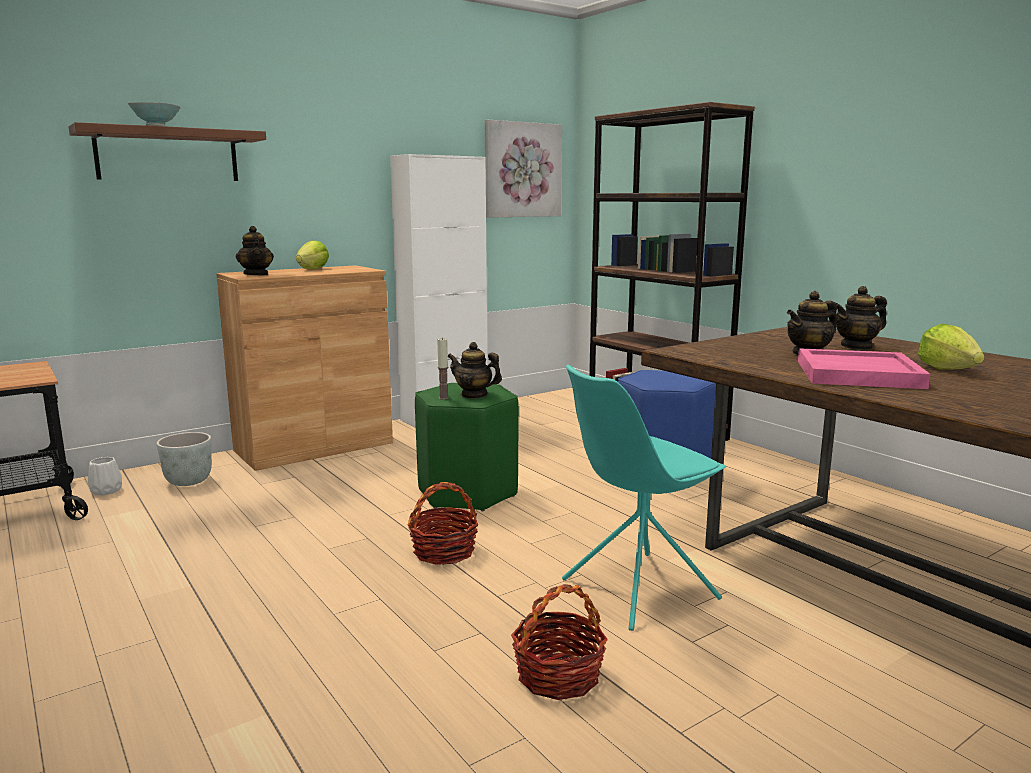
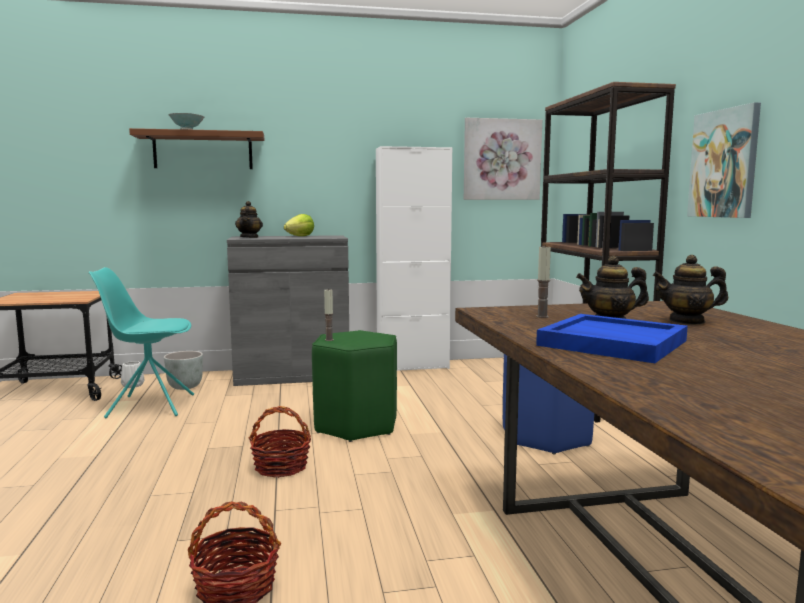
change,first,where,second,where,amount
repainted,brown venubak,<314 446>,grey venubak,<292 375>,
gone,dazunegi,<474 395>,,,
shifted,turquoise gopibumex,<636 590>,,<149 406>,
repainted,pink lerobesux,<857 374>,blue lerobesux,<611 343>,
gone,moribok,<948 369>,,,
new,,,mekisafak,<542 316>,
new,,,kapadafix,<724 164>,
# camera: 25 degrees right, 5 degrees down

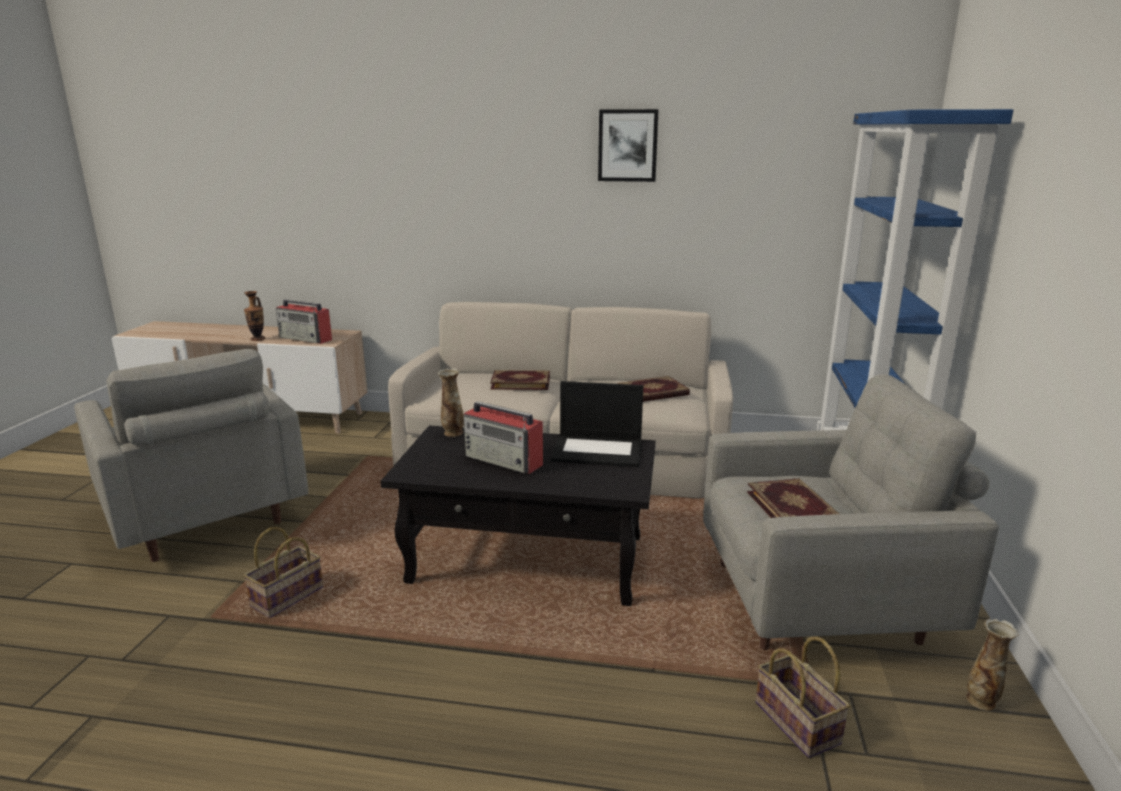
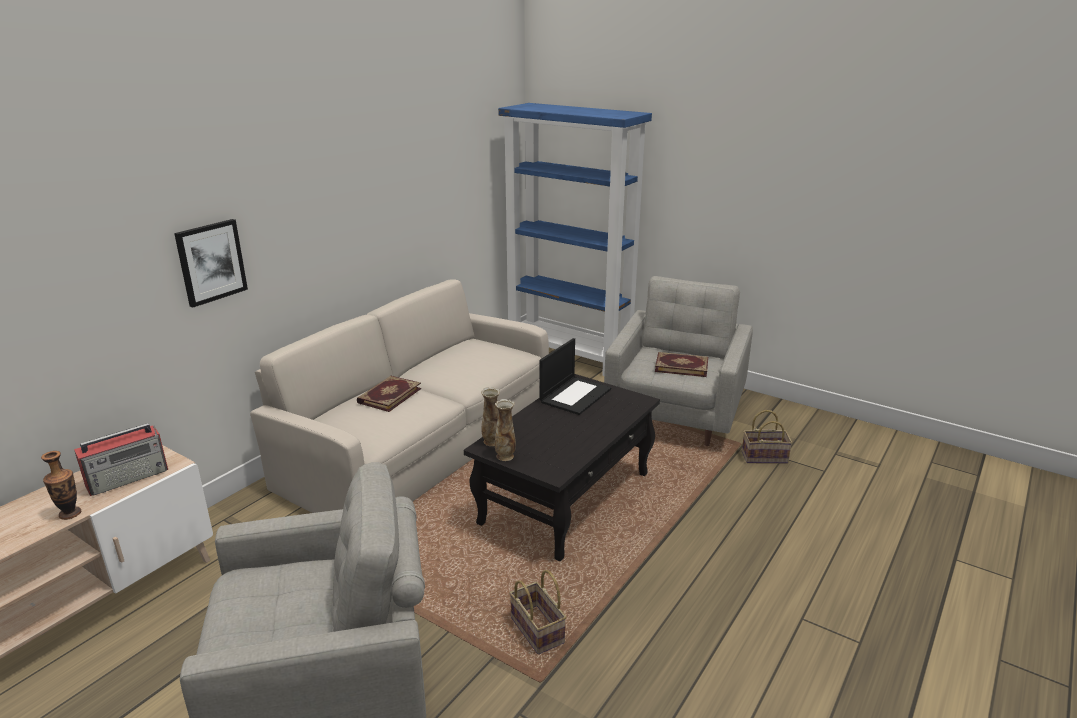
change,first,where,second,where,amount
gone,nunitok,<504 460>,,,
shifted,kapadafix,<627 145>,,<211 262>,
gone,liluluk,<653 393>,,,
shifted,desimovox,<981 701>,,<505 456>,
# camera: 65 degrees left, 5 degrees up

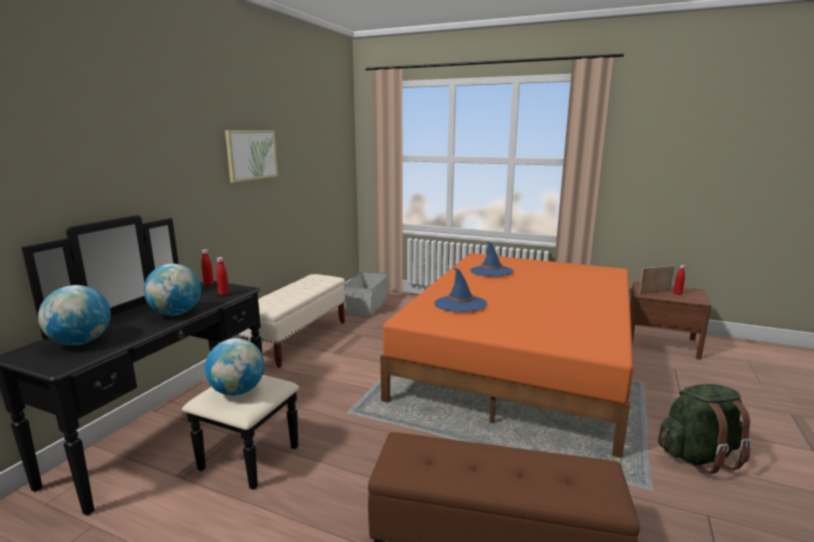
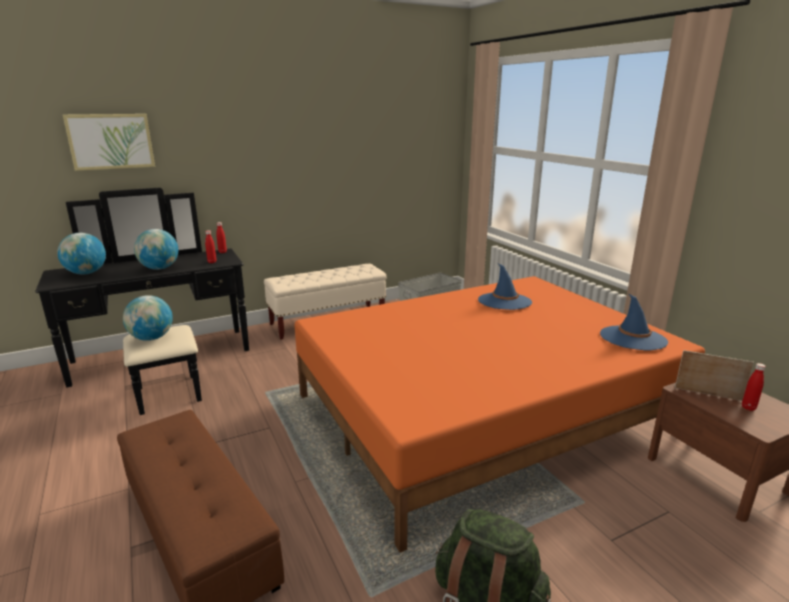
change,first,where,second,where,amount
shifted,kapadafix,<251 155>,,<111 141>,
shifted,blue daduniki,<460 304>,,<632 338>,
# camera: 40 degrees right, 5 degrees up

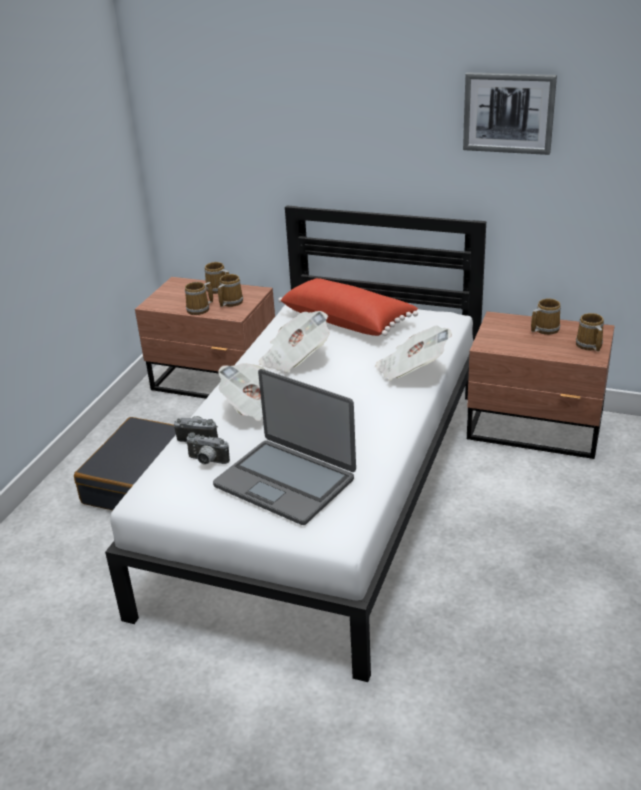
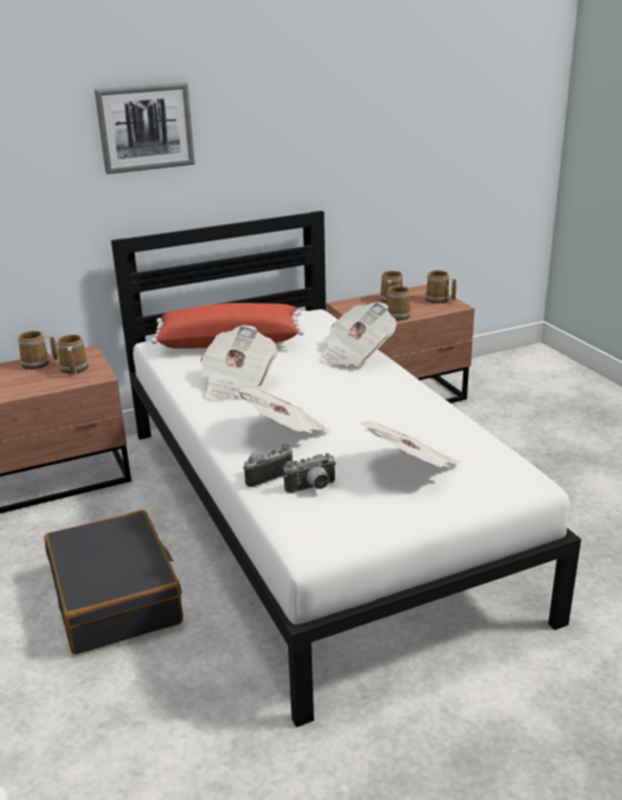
change,first,where,second,where,amount
shifted,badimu,<200 309>,,<398 315>,
swapped,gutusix,<285 481>,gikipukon,<411 468>,
shifted,kapadafix,<508 113>,,<145 127>,
# camera: 45 degrees left, 5 degrees down

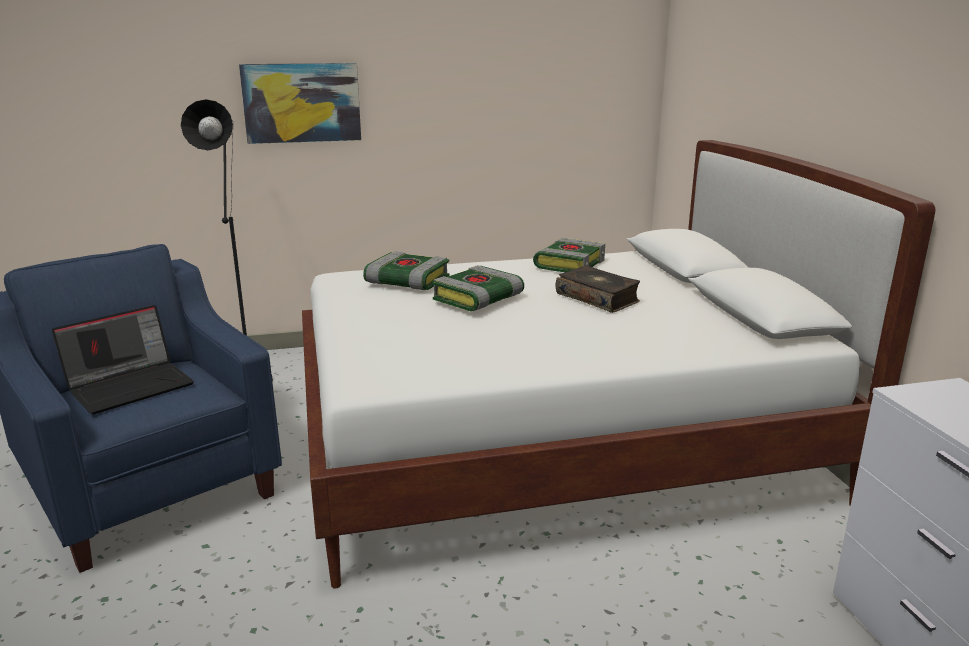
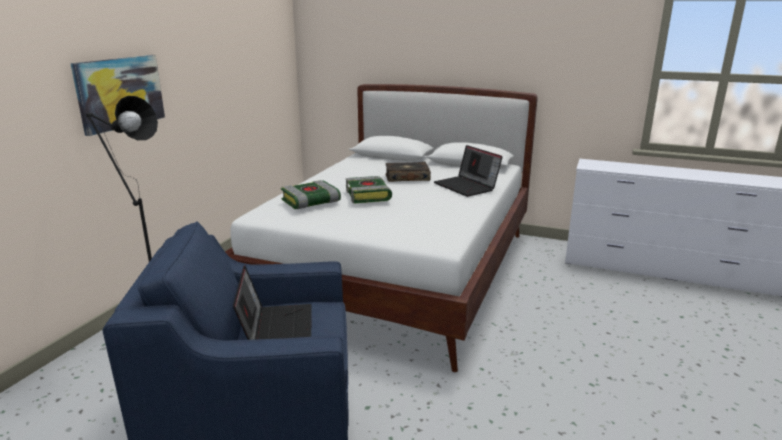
change,first,where,second,where,amount
gone,liluluk,<569 264>,,,
new,,,gutusix,<467 186>,
# camera: 55 degrees left, 0 degrees up

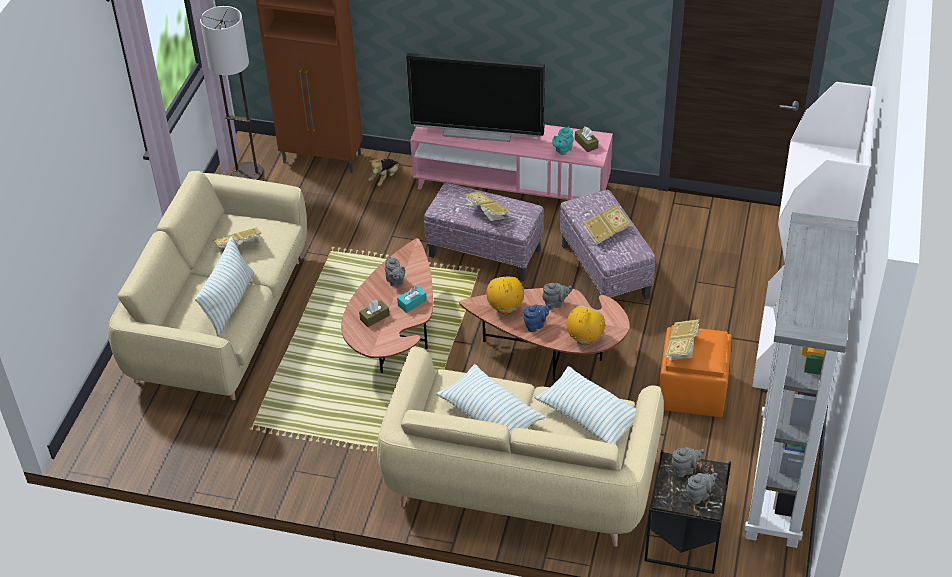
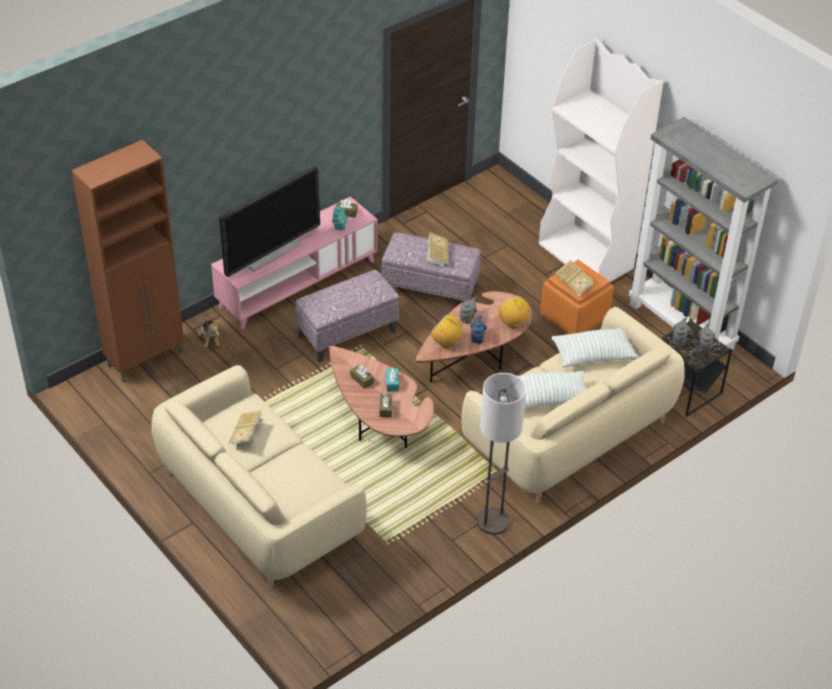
change,first,where,second,where,amount
gone,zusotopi,<229 303>,,,
shifted,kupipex,<247 174>,,<493 522>,
swapped,grey dazunegi,<395 282>,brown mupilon,<362 380>,
gone,liluluk,<486 213>,,,
# camera: 55 degrees left, 0 degrees up

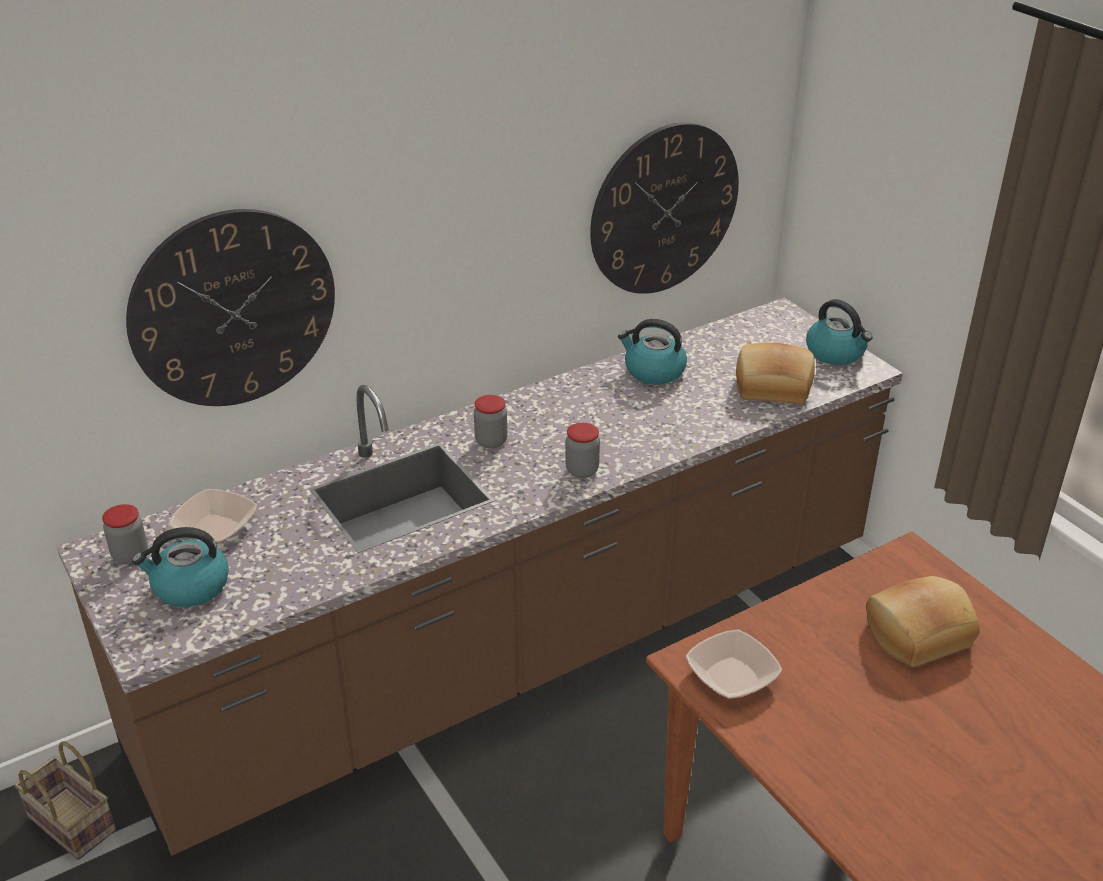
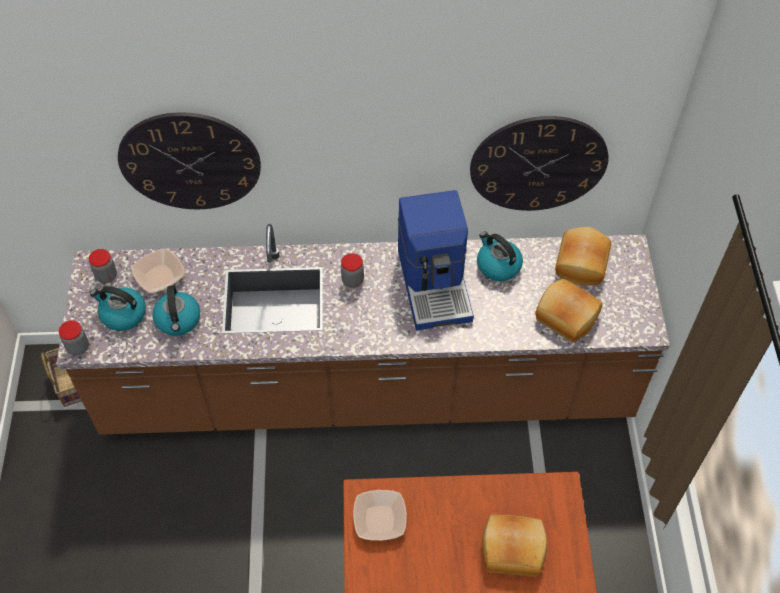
change,first,where,second,where,amount
shifted,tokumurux,<582 470>,,<78 347>,
shifted,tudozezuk,<836 353>,,<178 320>,
new,,,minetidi,<435 284>,
new,,,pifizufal,<579 263>,
# camera: 30 degrees right, 20 degrees up

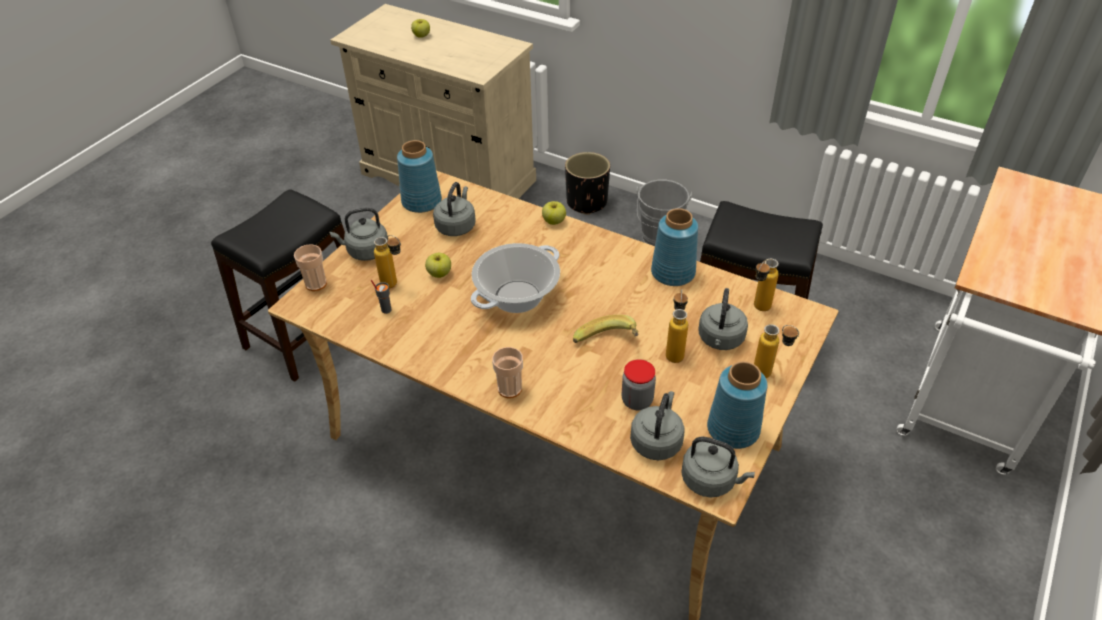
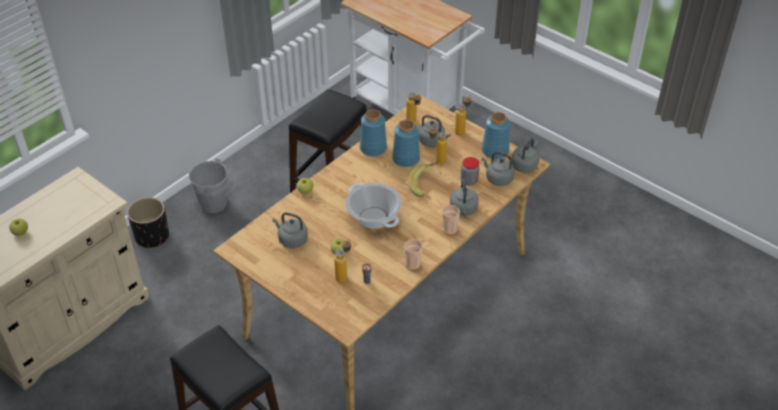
change,first,where,second,where,amount
shifted,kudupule,<316 284>,,<413 265>,
shifted,grey tudozezuk,<365 251>,,<463 210>,
shifted,blue desimovox,<421 202>,,<406 159>,
# camera: 80 degrees left, 0 degrees up

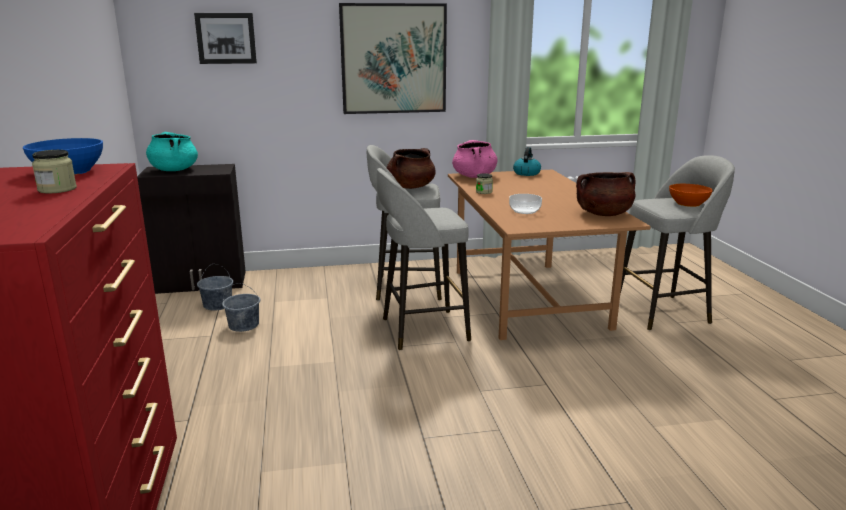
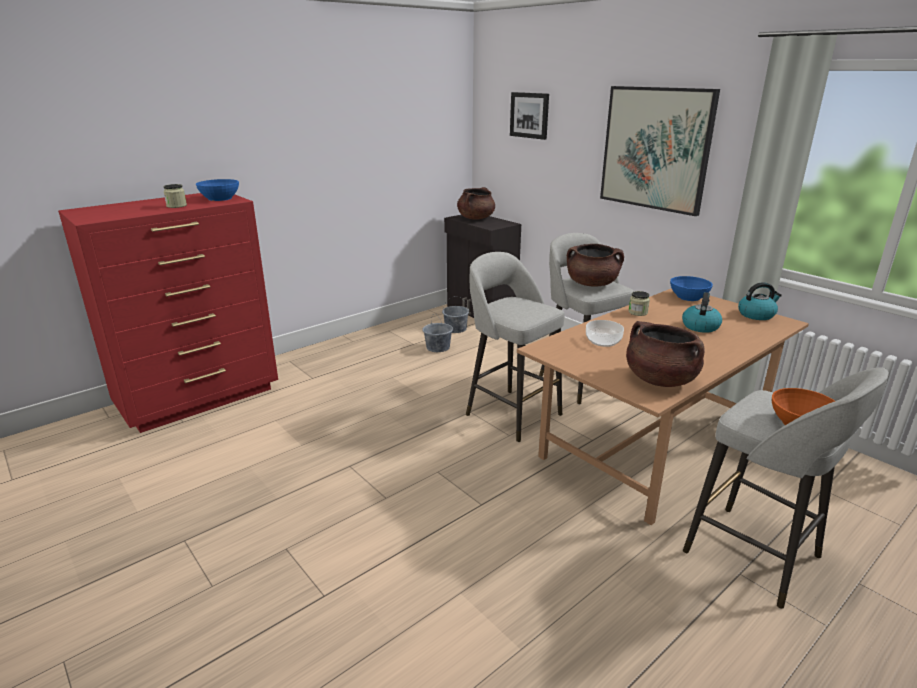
change,first,where,second,where,amount
repainted,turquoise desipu,<174 170>,brown desipu,<476 218>,
swapped,pink desipu,<474 176>,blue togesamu,<688 297>,
new,,,tudozezuk,<700 326>,
# camera: 60 degrees right, 5 degrees up

